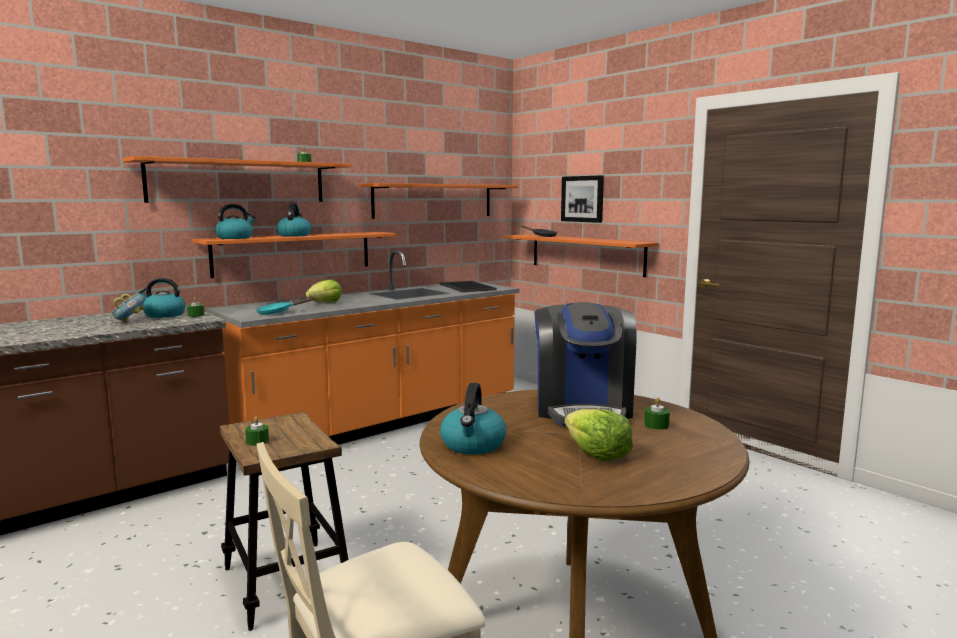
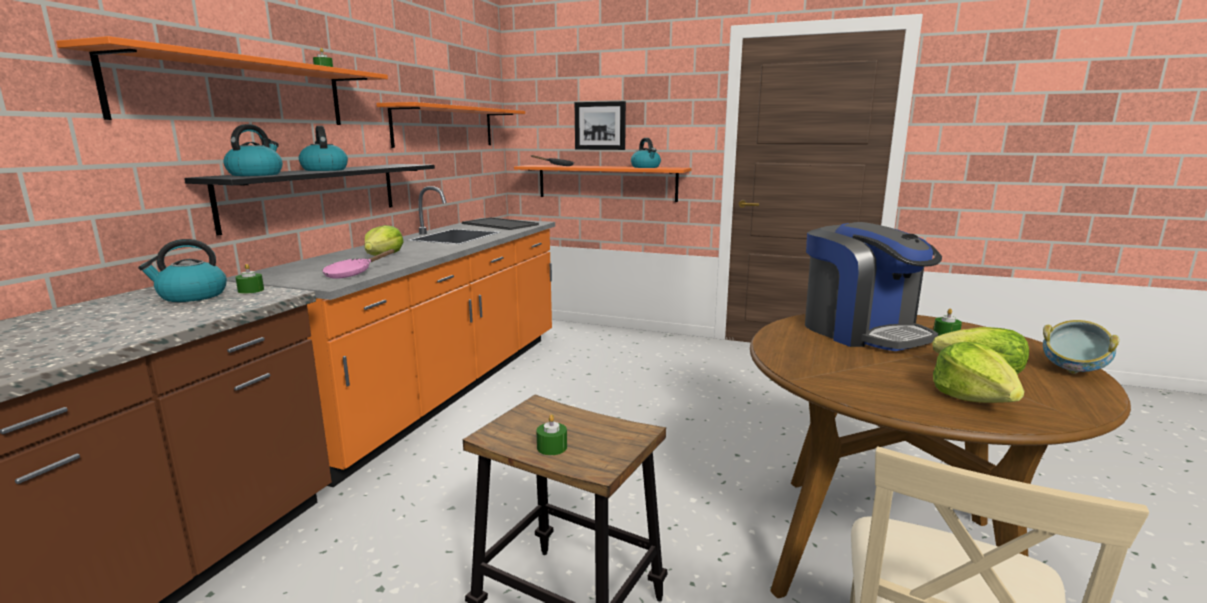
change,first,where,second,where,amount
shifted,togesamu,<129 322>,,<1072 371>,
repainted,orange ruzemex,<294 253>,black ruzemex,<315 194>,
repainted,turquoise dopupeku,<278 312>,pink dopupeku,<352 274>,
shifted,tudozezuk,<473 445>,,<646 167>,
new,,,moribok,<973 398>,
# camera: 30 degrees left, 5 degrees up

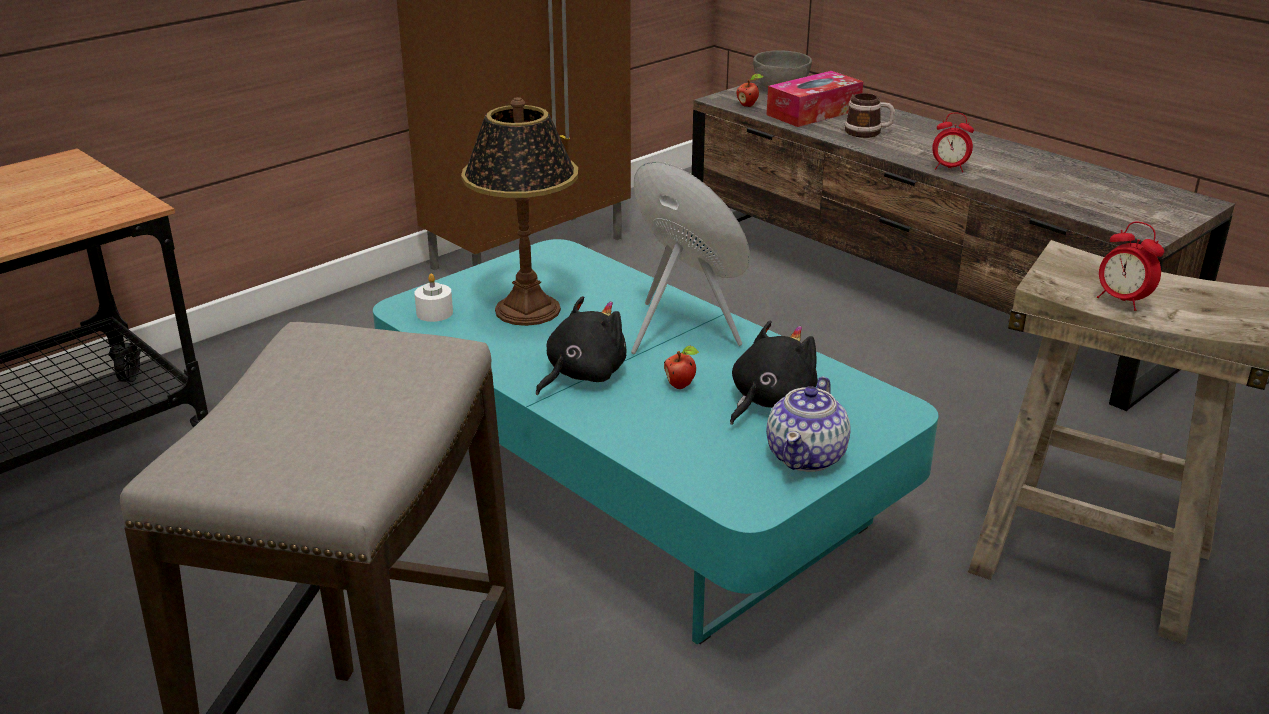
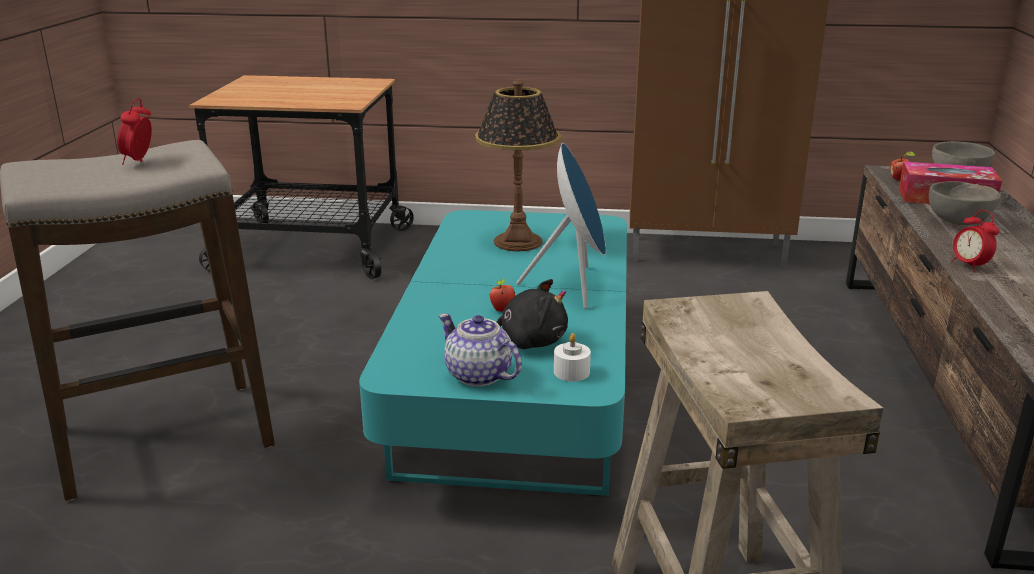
change,first,where,second,where,amount
shifted,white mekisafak,<434 313>,,<571 372>,
gone,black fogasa,<582 375>,,,
rotated,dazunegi,<807 456>,,<478 375>,60 degrees clockwise
swapped,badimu,<868 132>,grey togesamu,<959 223>,
shifted,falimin,<1122 301>,,<139 161>,
# camera: 50 degrees right, 5 degrees down

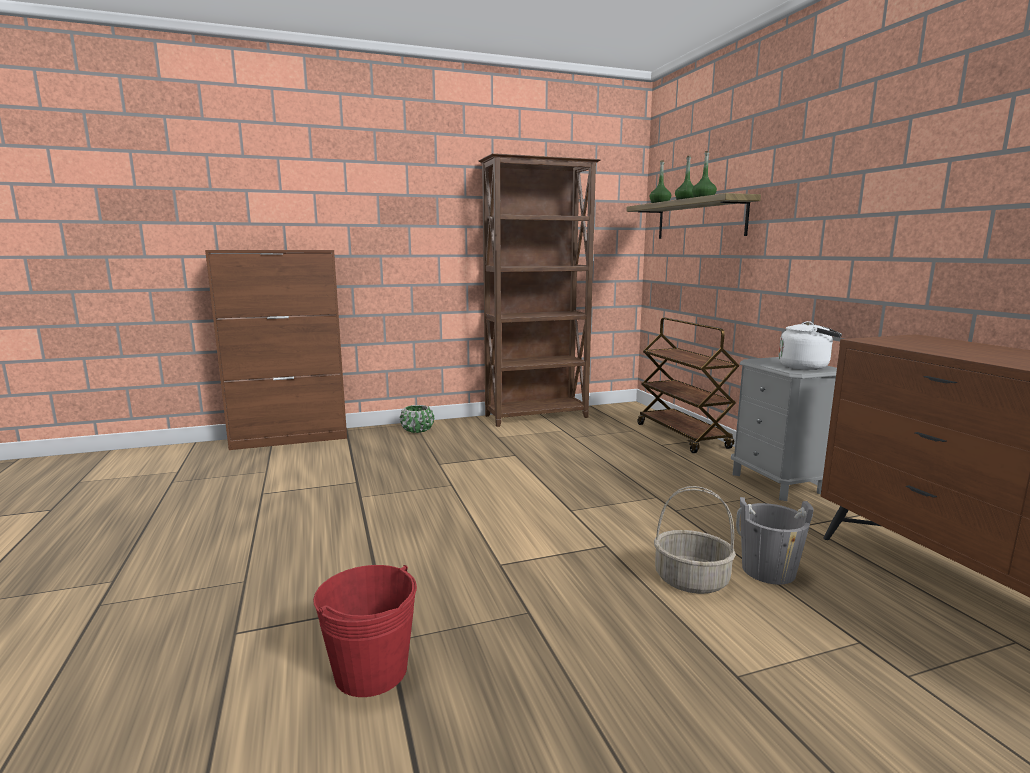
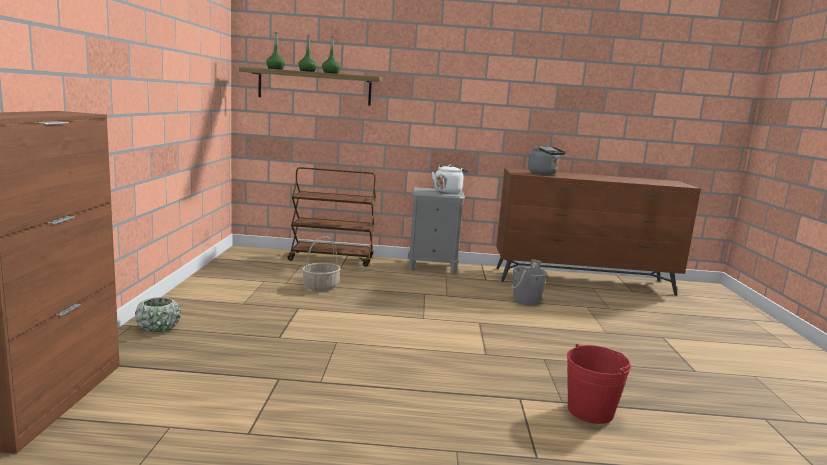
change,first,where,second,where,amount
gone,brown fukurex,<537 417>,,,
shifted,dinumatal,<692 580>,,<320 286>,
new,,,grey tudozezuk,<544 173>,
# camera: 70 degrees left, 0 degrees up

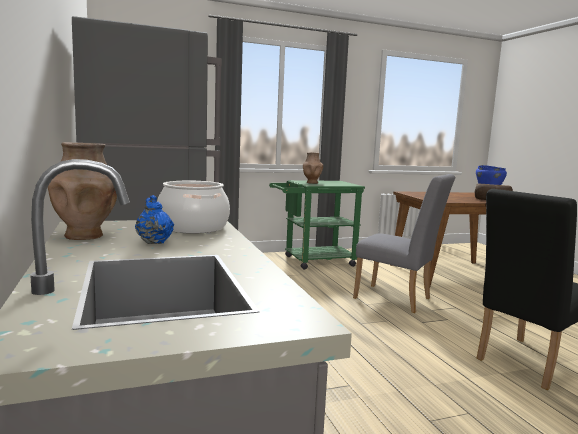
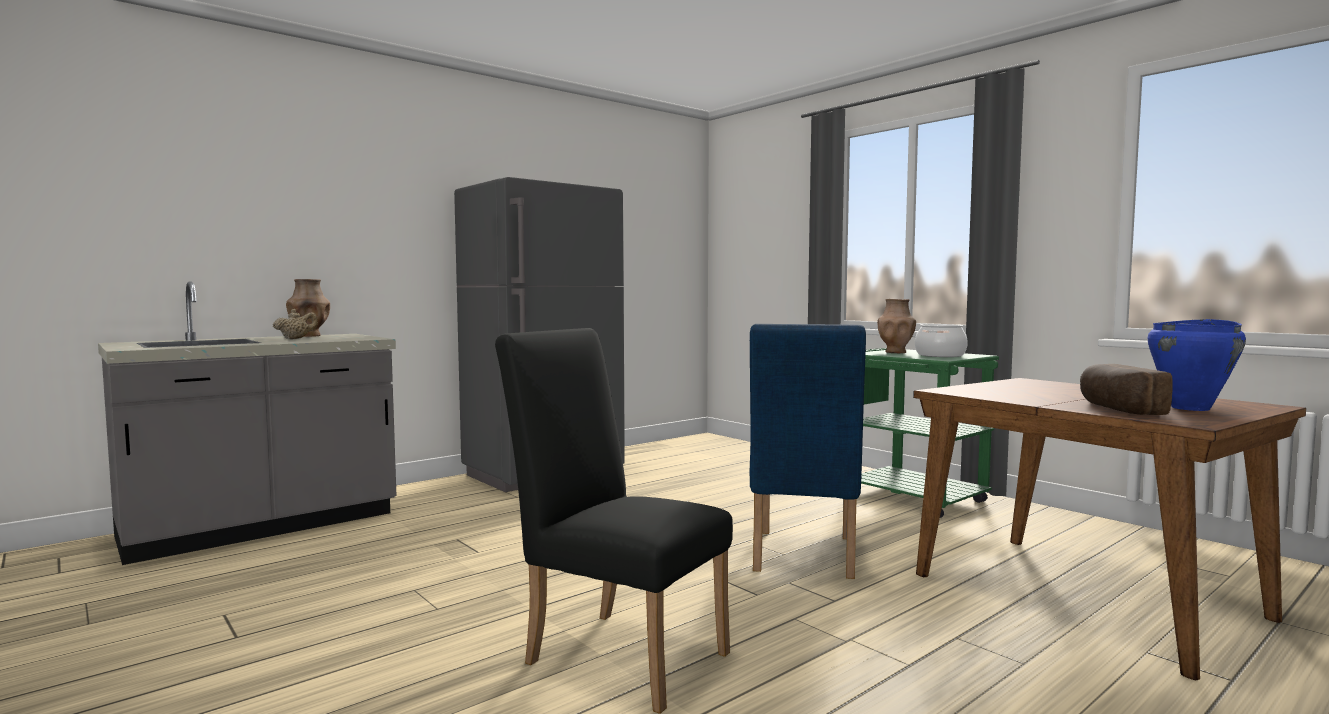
change,first,where,second,where,amount
repainted,blue dazunegi,<154 241>,beige dazunegi,<296 339>,
shifted,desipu,<192 227>,,<940 355>,
repainted,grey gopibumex,<398 299>,blue gopibumex,<802 557>,
# camera: 70 degrees right, 5 degrees down

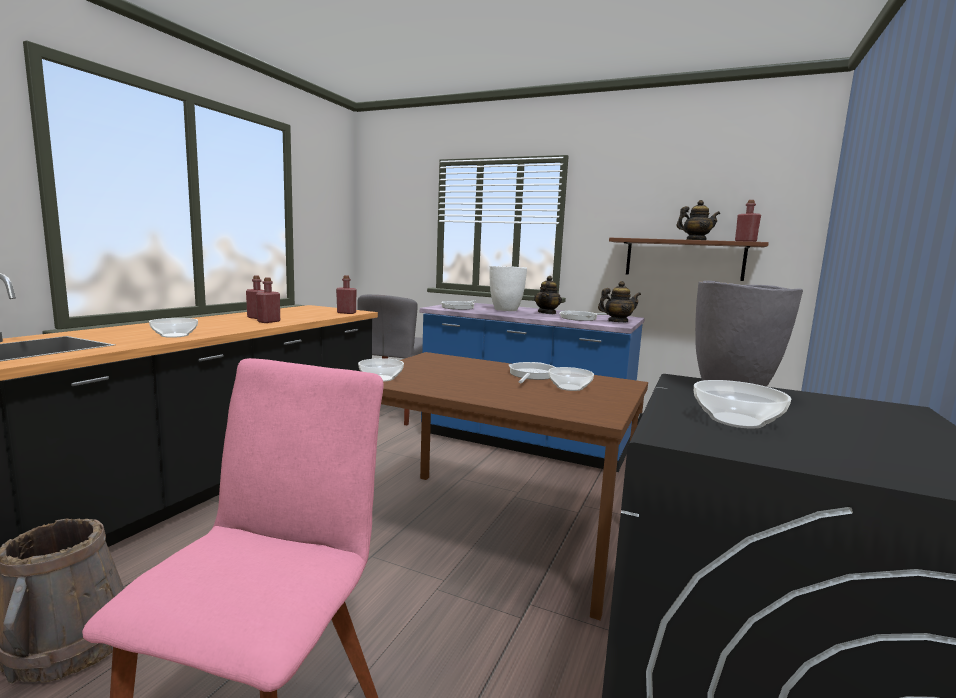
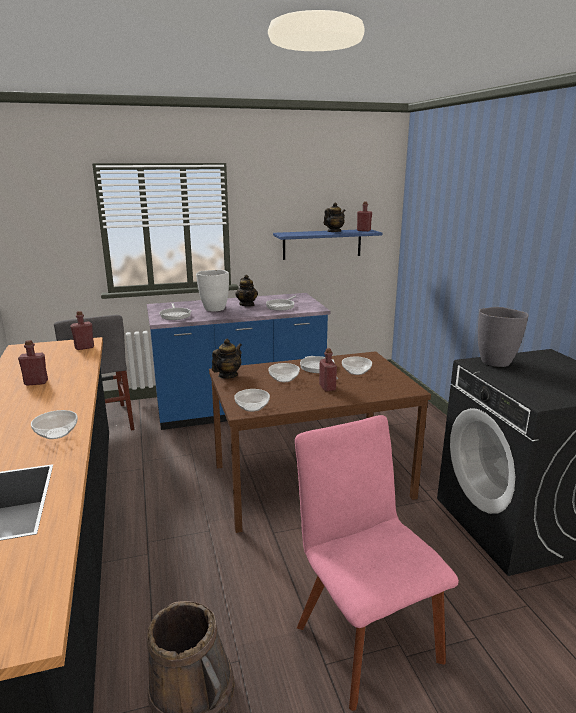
change,first,where,second,where,amount
shifted,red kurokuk,<269 321>,,<327 387>,
shifted,dazunegi,<617 322>,,<227 375>,
repainted,brown ruzemex,<684 259>,blue ruzemex,<322 244>,
shifted,togesamu,<736 420>,,<283 379>,
# camera: 40 degrees left, 10 degrees up

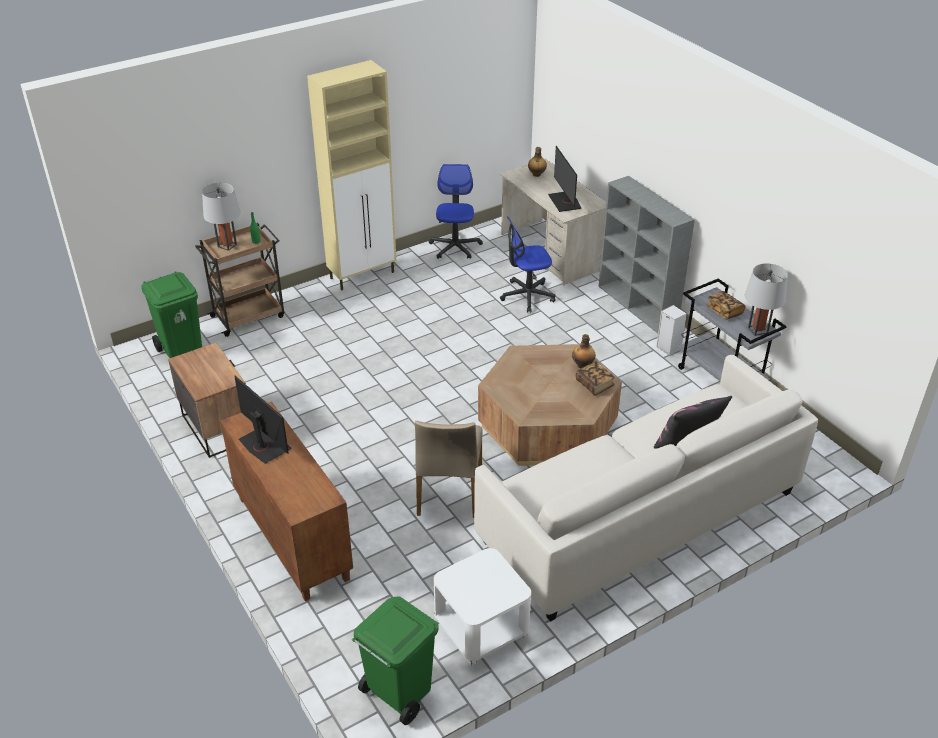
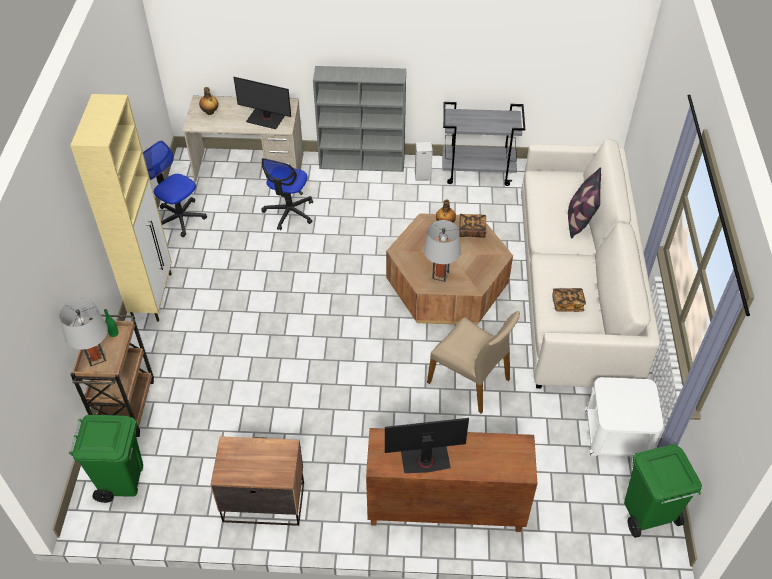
change,first,where,second,where,amount
shifted,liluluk,<724 311>,,<567 304>,
shifted,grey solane,<758 330>,,<440 275>,
# camera: 55 degrees left, 10 degrees up

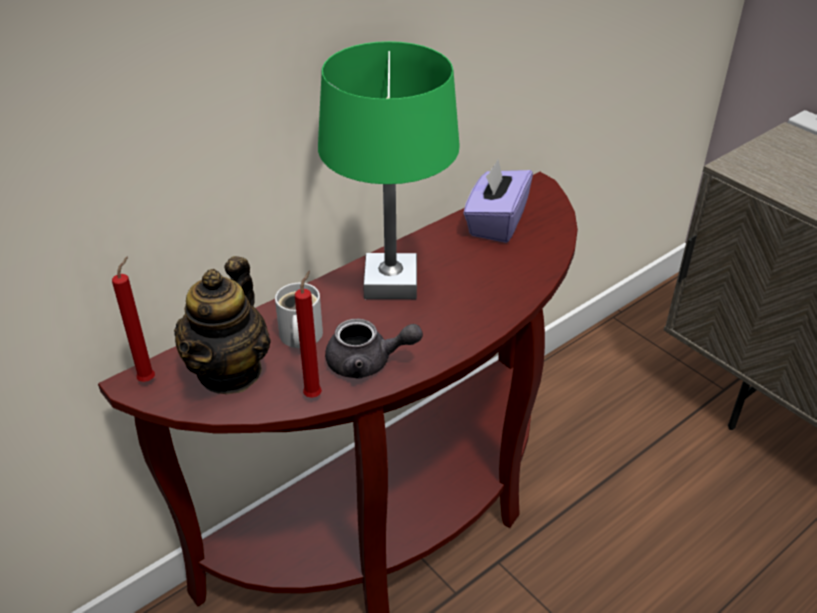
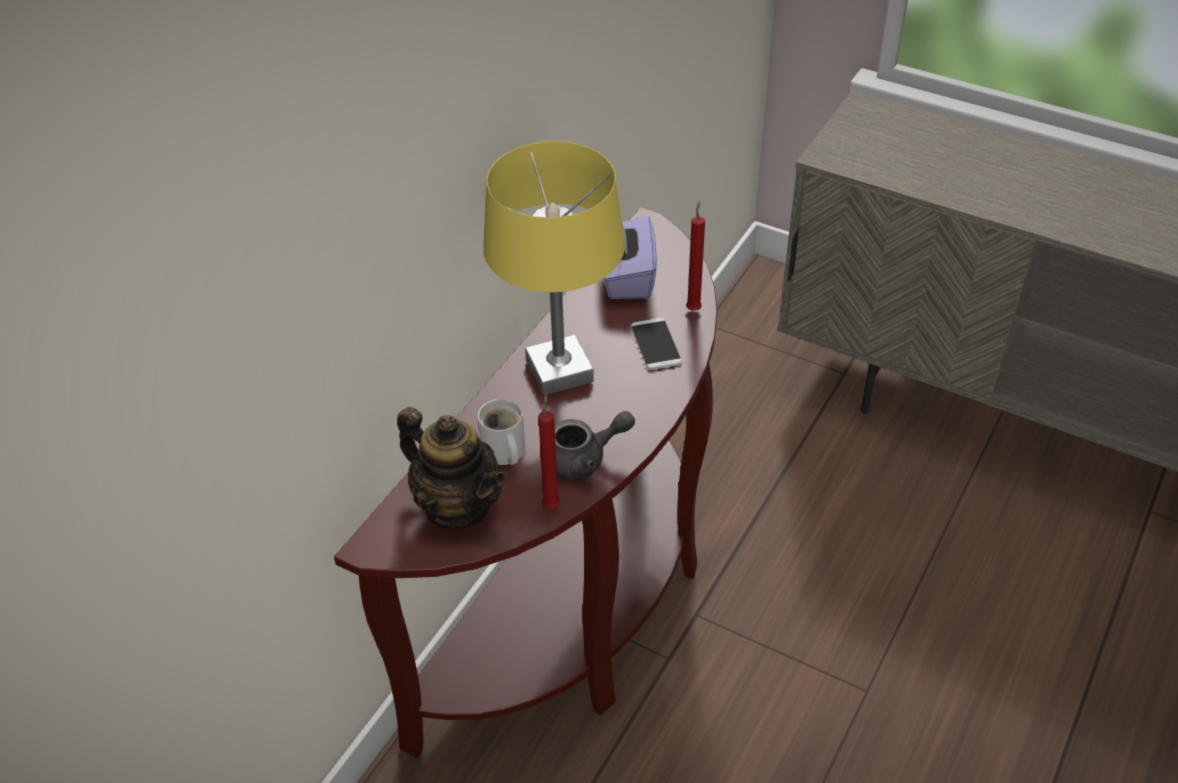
change,first,where,second,where,amount
shifted,red mekisafak,<149 379>,,<693 308>,
rotated,dazunegi,<230 371>,,<457 506>,45 degrees counterclockwise
repainted,green solane,<391 283>,yellow solane,<560 371>,
new,,,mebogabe,<655 344>,
# camera: 20 degrees left, 5 degrees up

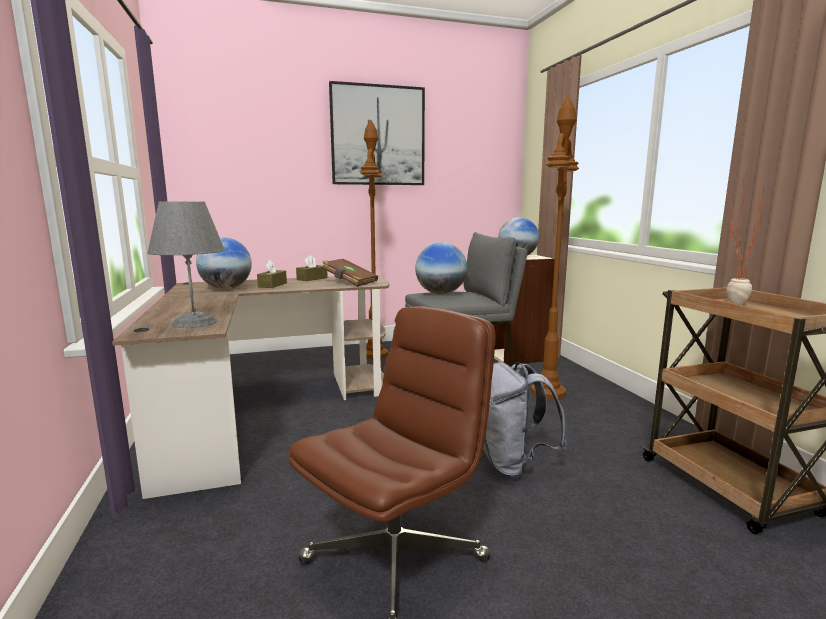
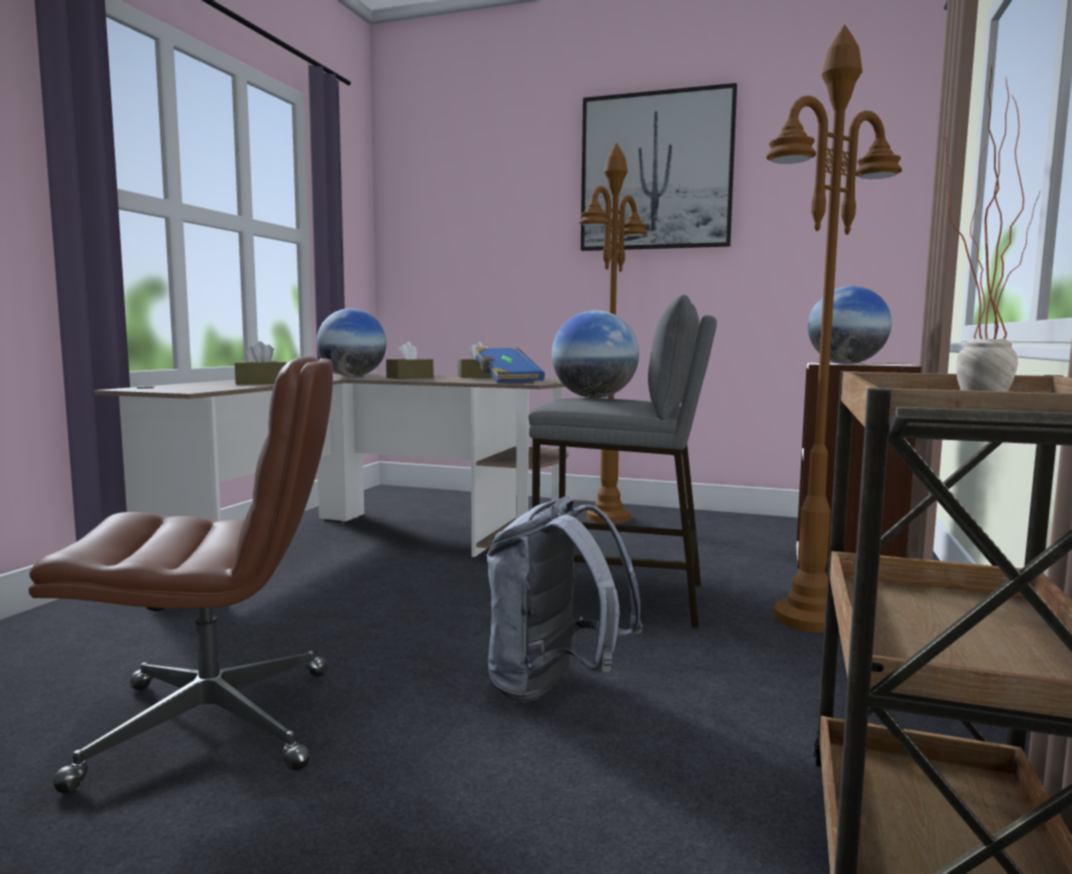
change,first,where,second,where,amount
gone,grey solane,<195 322>,,,
repainted,brown liluluk,<349 282>,blue liluluk,<506 380>,
new,,,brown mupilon,<261 383>,
# camera: 35 degrees right, 5 degrees down

